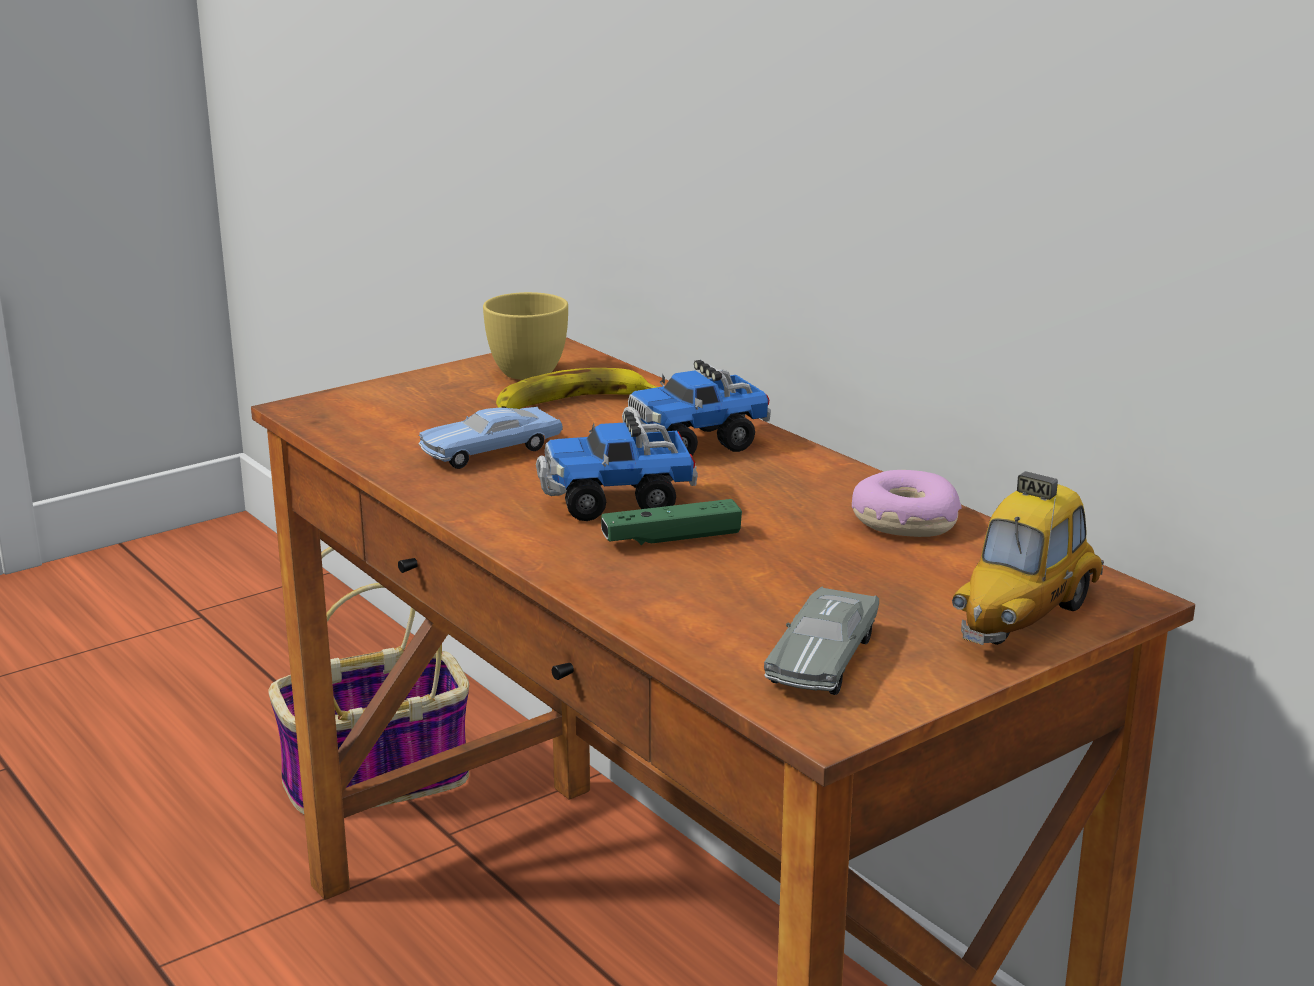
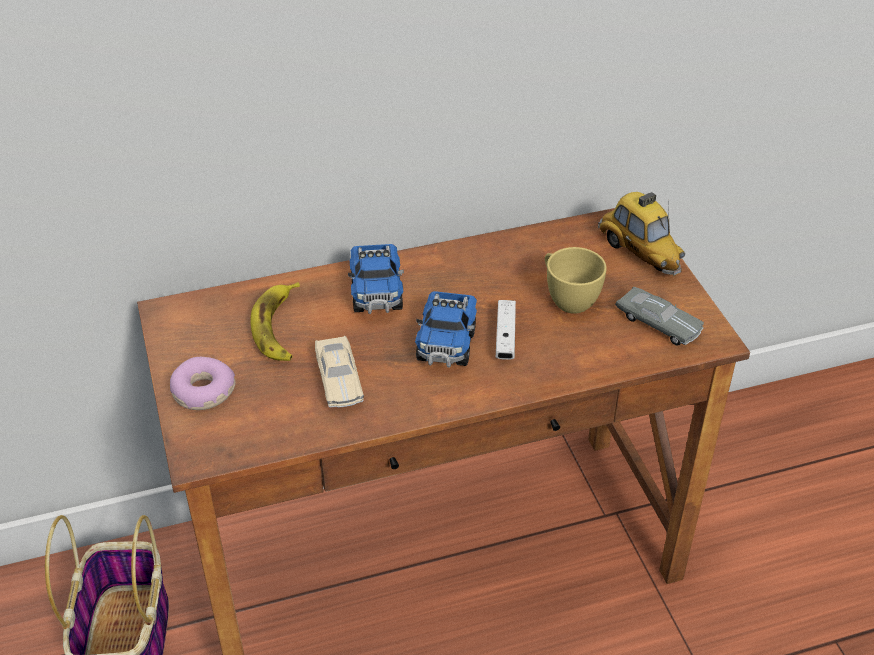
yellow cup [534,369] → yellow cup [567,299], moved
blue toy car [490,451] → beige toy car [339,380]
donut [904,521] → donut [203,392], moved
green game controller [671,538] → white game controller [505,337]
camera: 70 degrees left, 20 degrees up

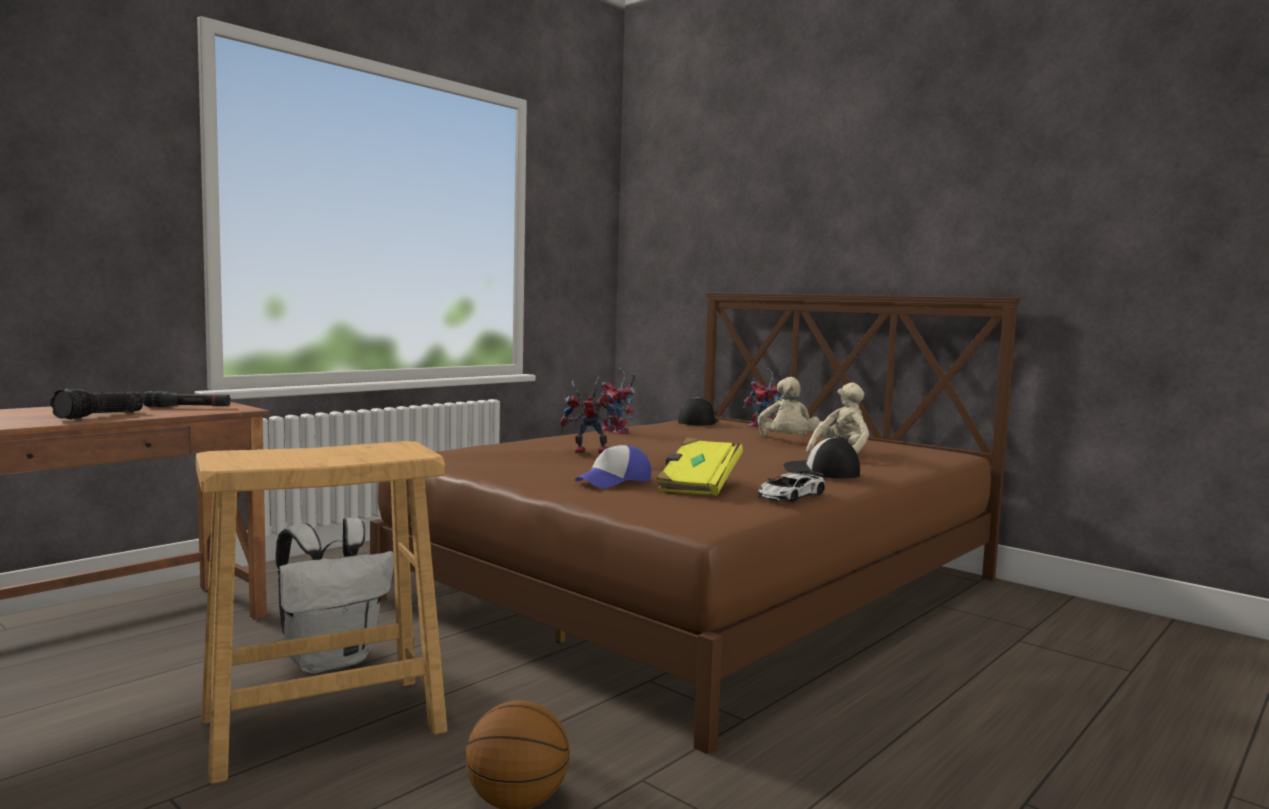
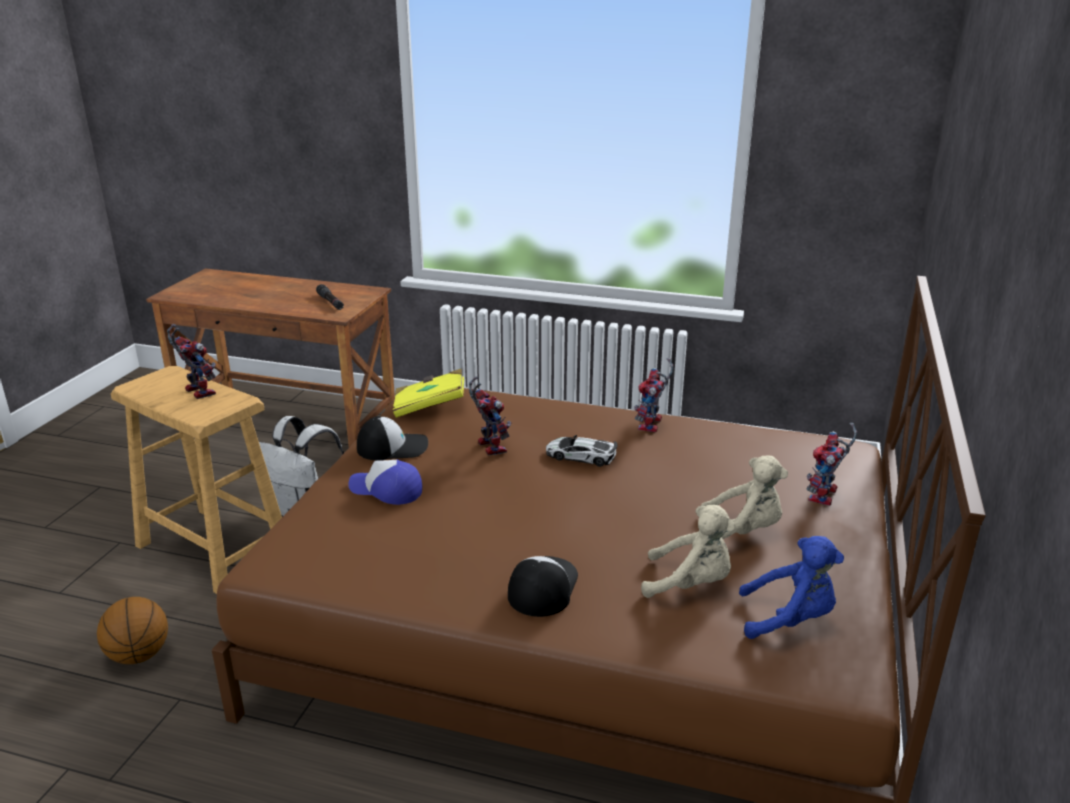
beige plush toy [787,441] → beige plush toy [743,531], 150 degrees counterclockwise
flashlight [101,416] → -
cap [697,422] → cap [393,447], moved
yellow book [698,486] → yellow book [429,407], moved
toy car [790,495] → toy car [580,456], moved
- → toy robot [196,391]
- → blue plush toy [789,619]
camera: 65 degrees right, 20 degrees up

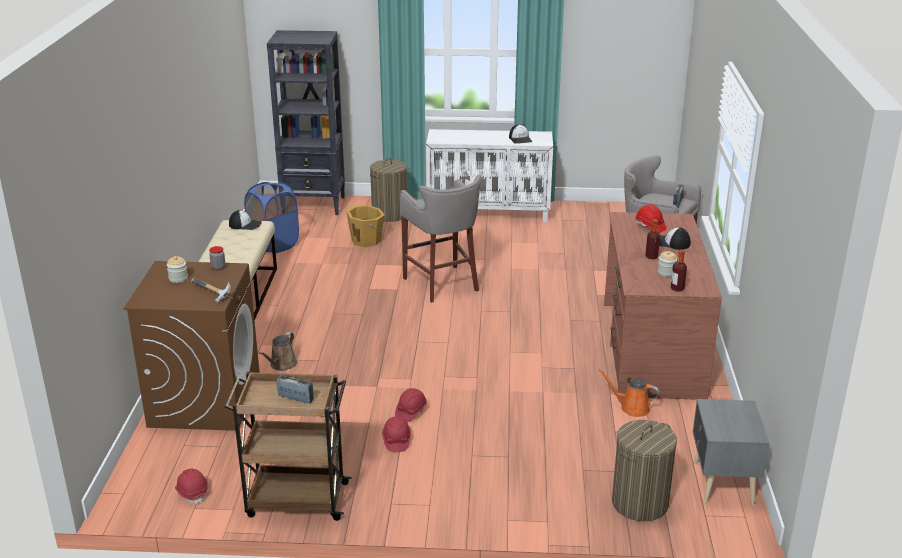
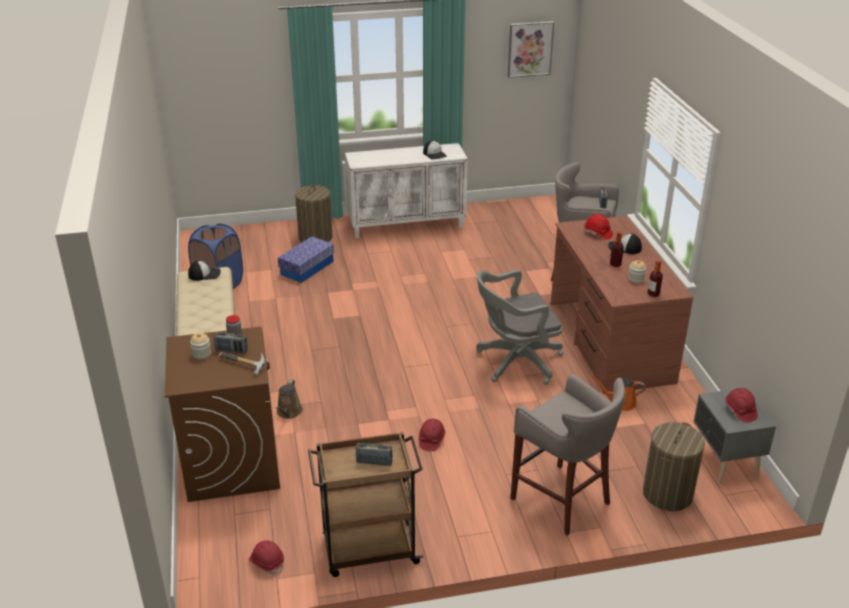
black bookcase [314,205] → -
grey stool [442,285] → grey stool [563,501], moved
orange bucket [367,240] → storage box [307,268]
red hard hat [396,441] → red hard hat [740,411], moved
- → picture [530,49]
- → grey office chair [515,362]
- → radio [231,350]
camera: 15 degrees left, 5 degrees up

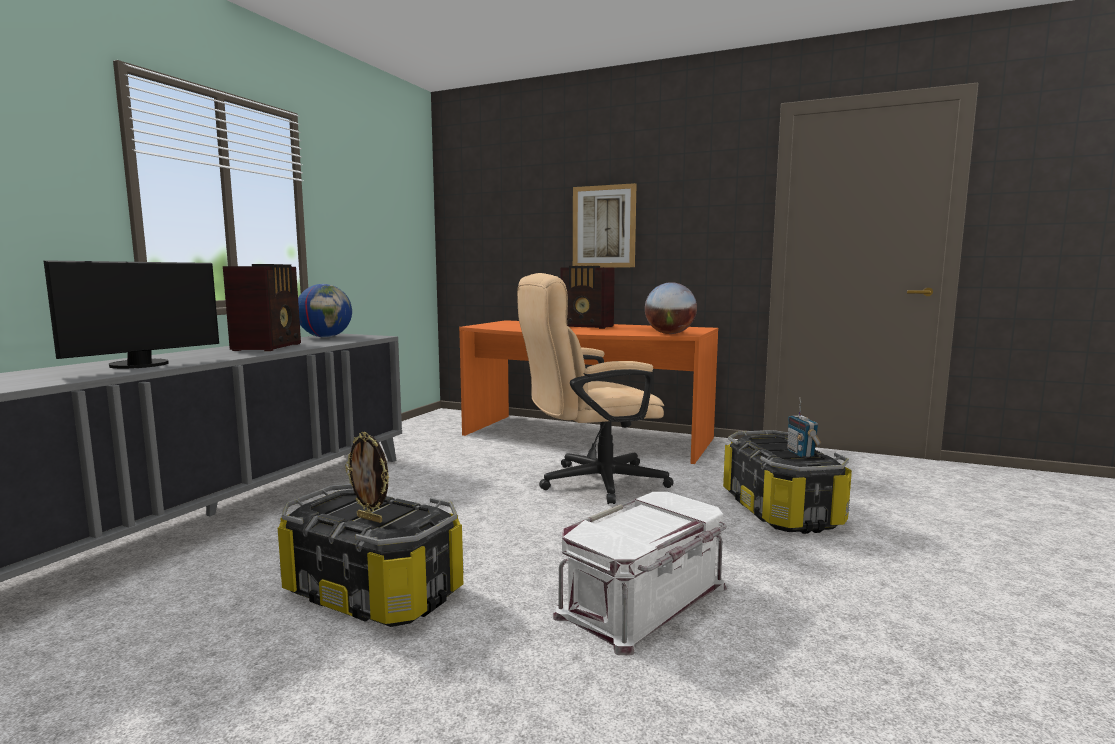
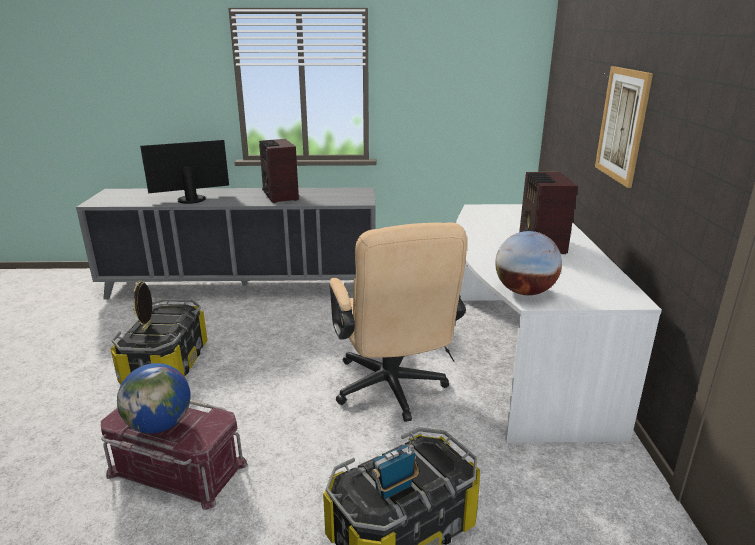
monitor [142,365] → monitor [191,199], 150 degrees clockwise
radio [269,347] → radio [280,196], 90 degrees clockwise
beige office chair [591,483] → beige office chair [392,391], 150 degrees counterclockwise
globe [326,337] → globe [160,425], moved
orange desk [584,438] → white desk [519,355]
white storage box [645,601] → red storage box [176,470]
camera: 65 degrees right, 15 degrees up

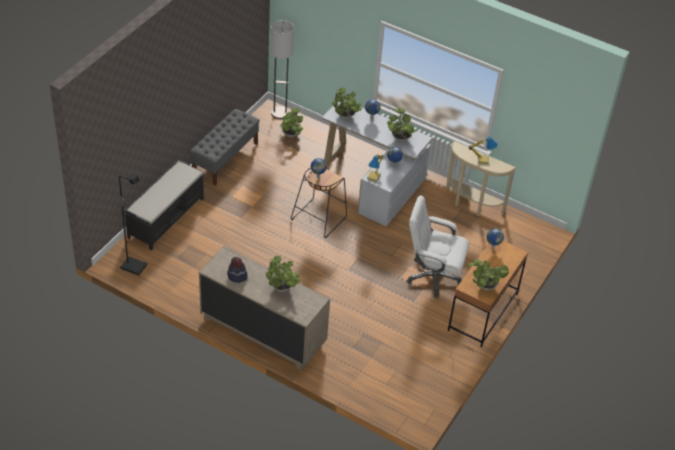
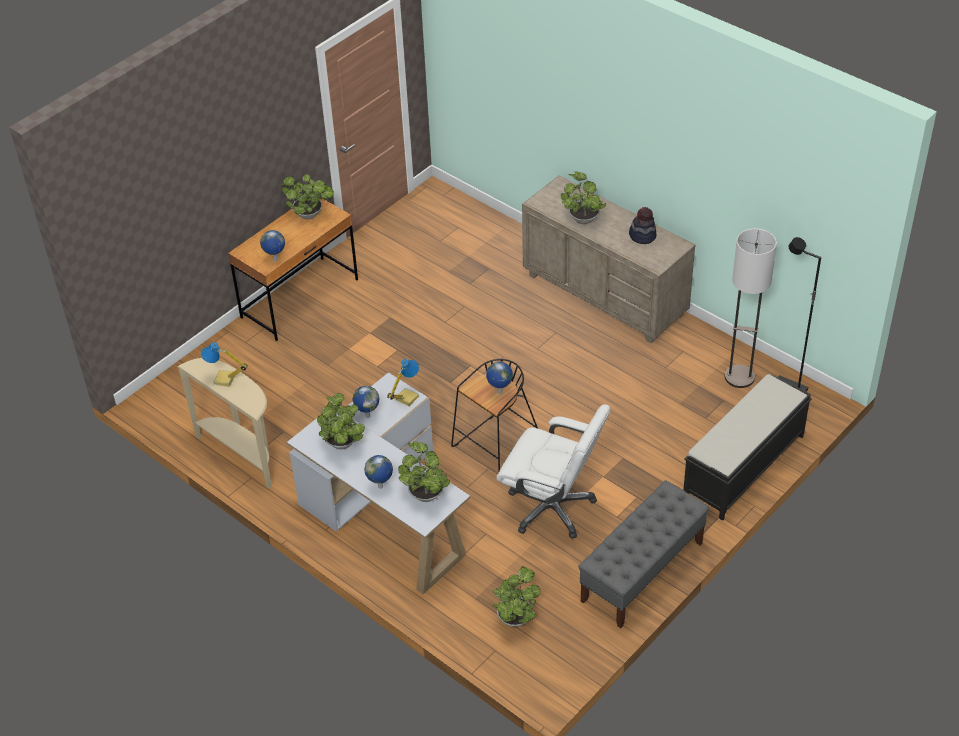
floor lamp [280,113] → floor lamp [739,377], moved
white office chair [432,276] → white office chair [552,507], moved
camera: 165 degrees left, 0 degrees up

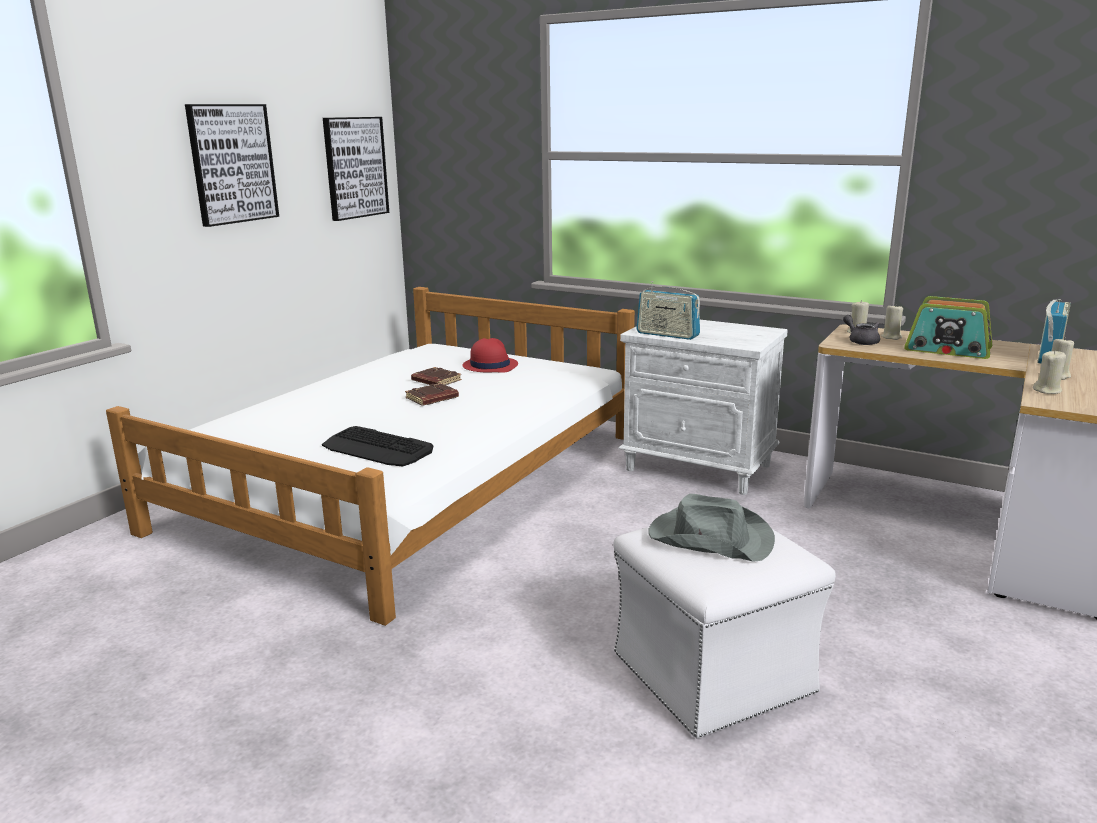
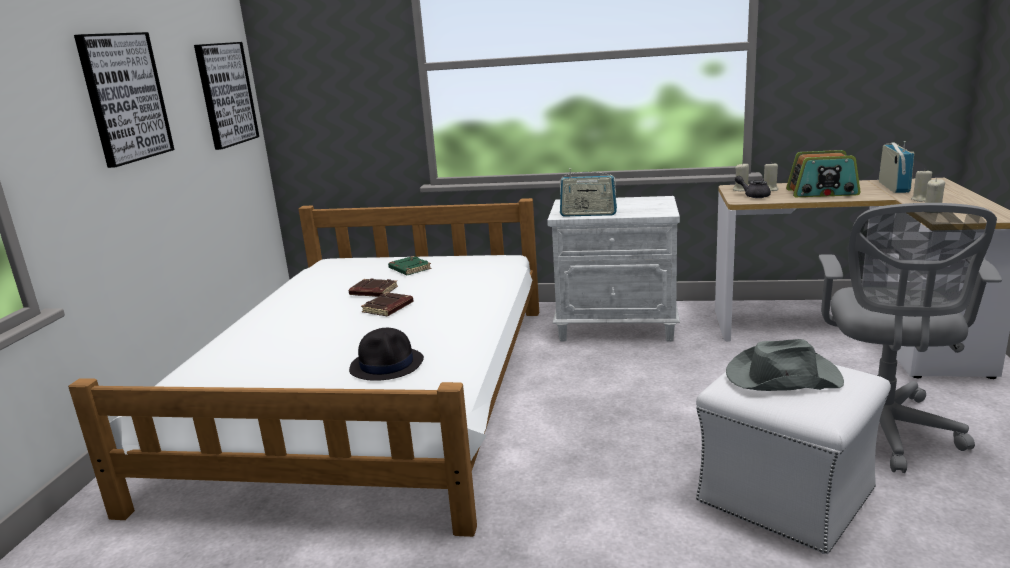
red hat [490,365] → green book [409,269]
keyboard [377,448] → black hat [387,365]
- → grey office chair [882,432]
camera: 20 degrees left, 0 degrees up

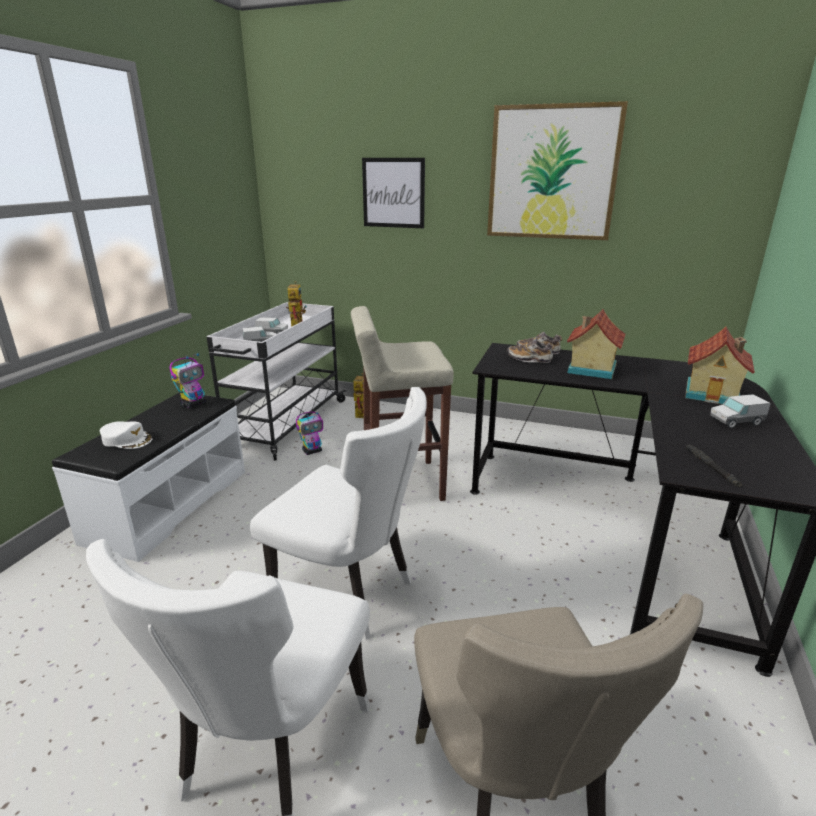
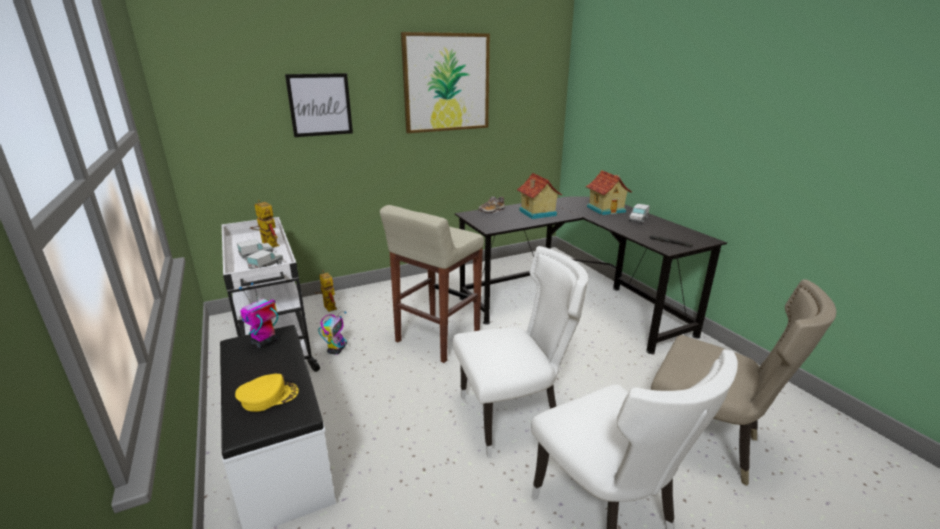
shoe [529,359] → -
toy robot [193,404] → toy robot [264,343], 135 degrees counterclockwise
white cap [127,440] → yellow cap [268,396]
camera: 45 degrees left, 0 degrees up

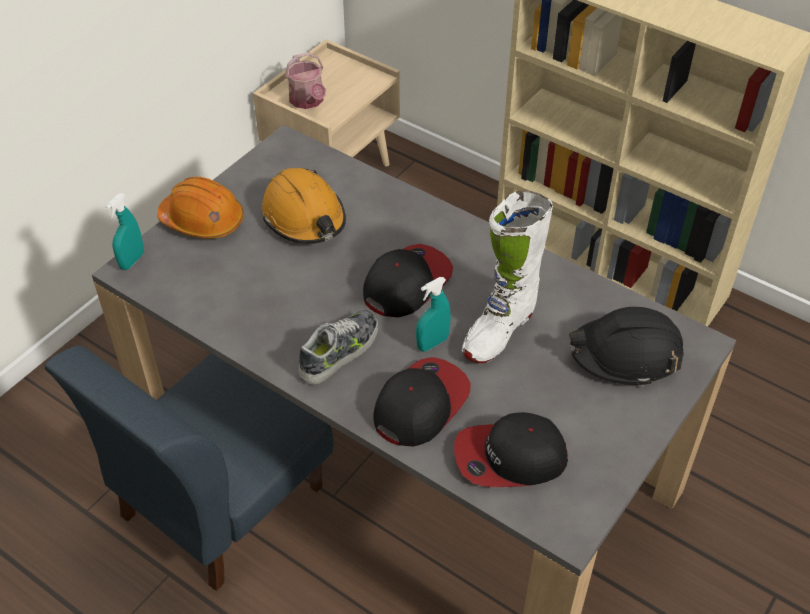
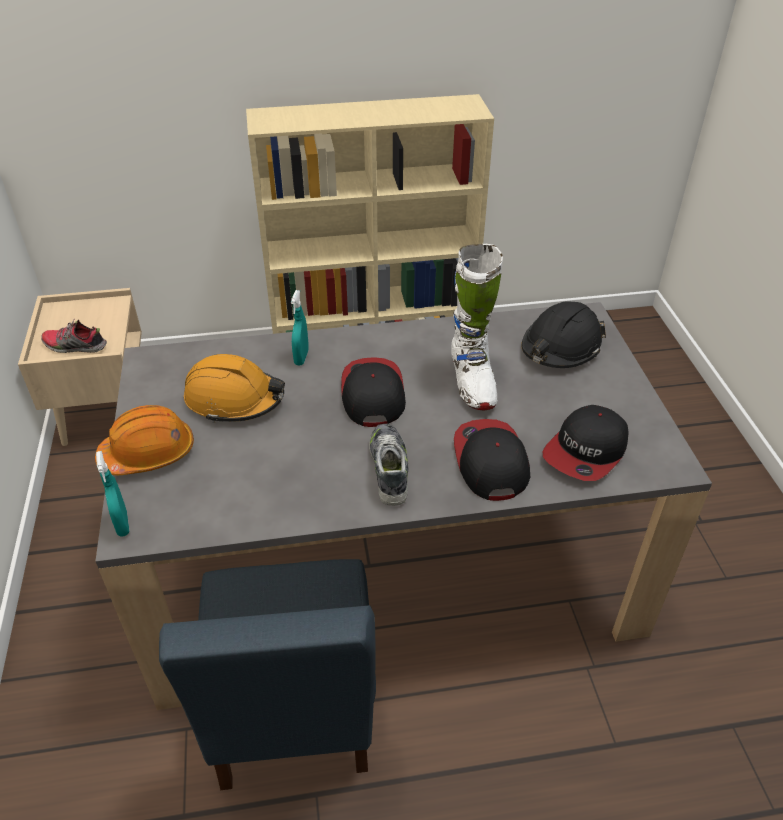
watering can [308,101] → shoe [75,346]
turquoise spray bottle [432,343] → turquoise spray bottle [301,358], moved
camera: 45 degrees left, 5 degrees down

